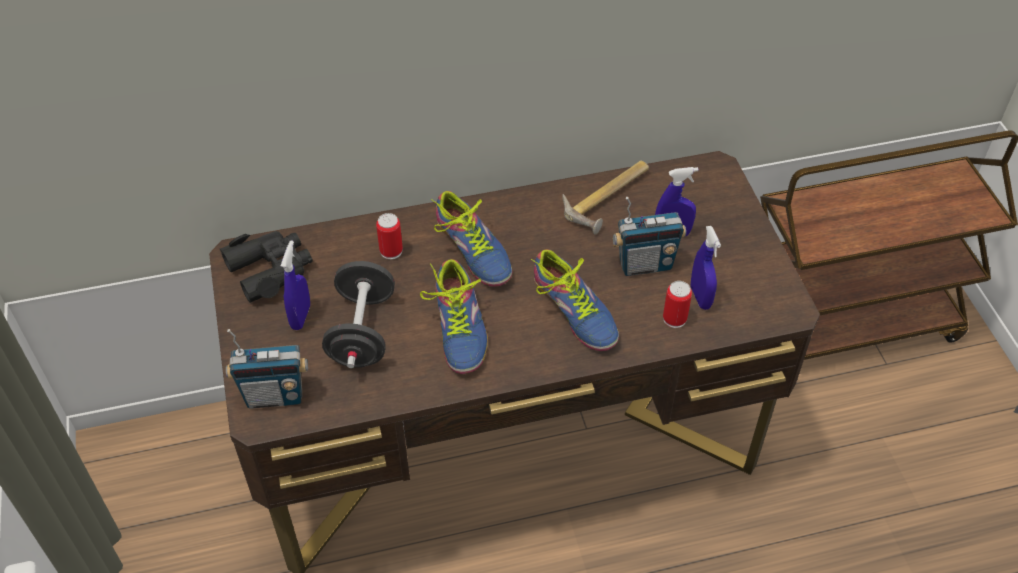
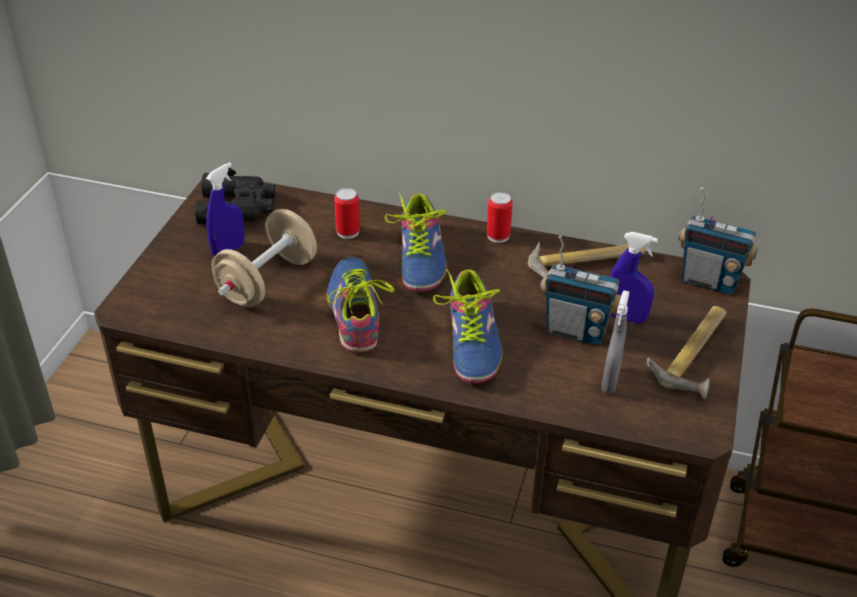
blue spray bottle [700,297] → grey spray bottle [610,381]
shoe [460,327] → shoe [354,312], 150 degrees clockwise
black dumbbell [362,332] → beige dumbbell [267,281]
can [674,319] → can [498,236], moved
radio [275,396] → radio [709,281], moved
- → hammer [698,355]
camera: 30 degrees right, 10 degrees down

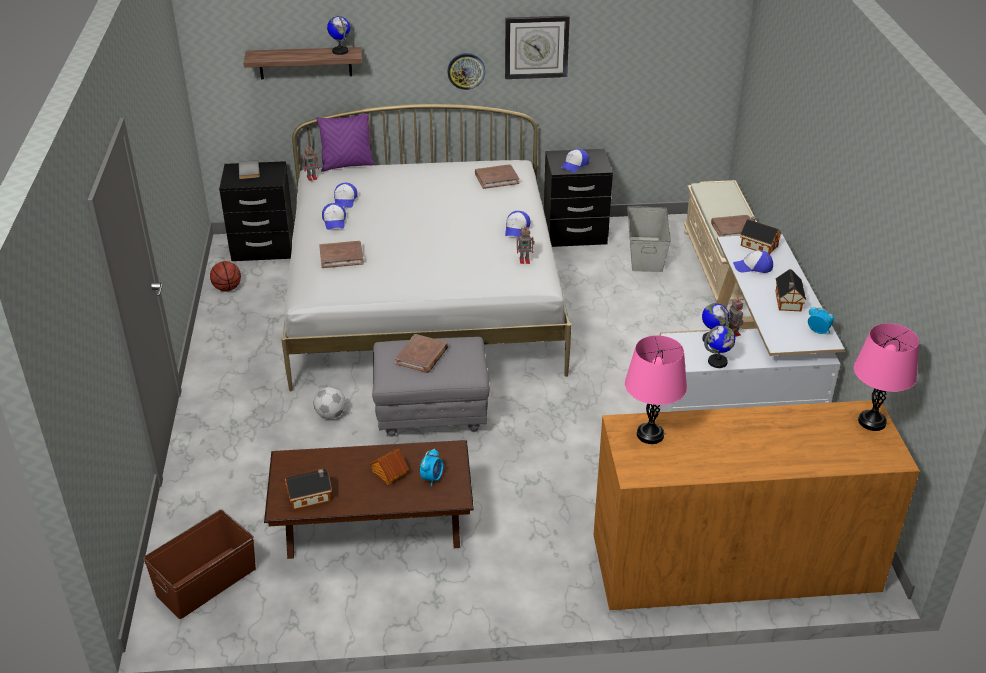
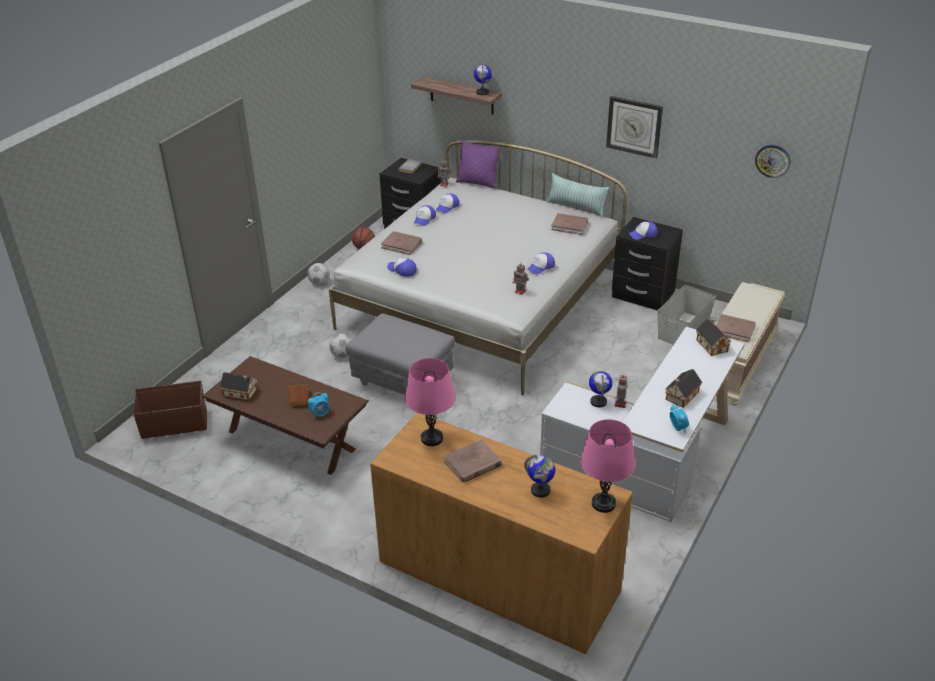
wall clock [466,71] → wall clock [772,160], moved
cap [753,267] → cap [402,270], moved
globe [717,362] → globe [540,490], moved
brown book [422,356] → brown book [472,463], moved
- → pillow [576,207]
- → football [319,283]
camera: 35 degrees right, 0 degrees up

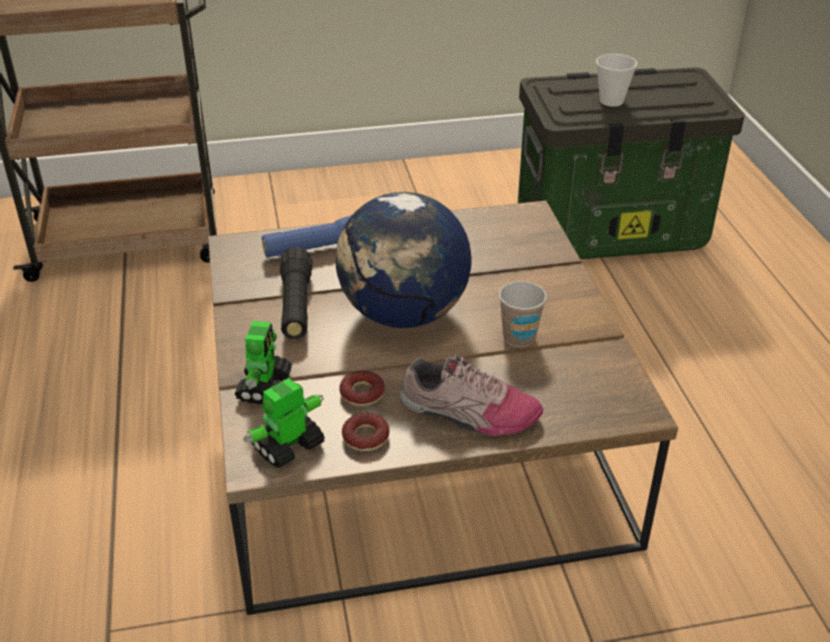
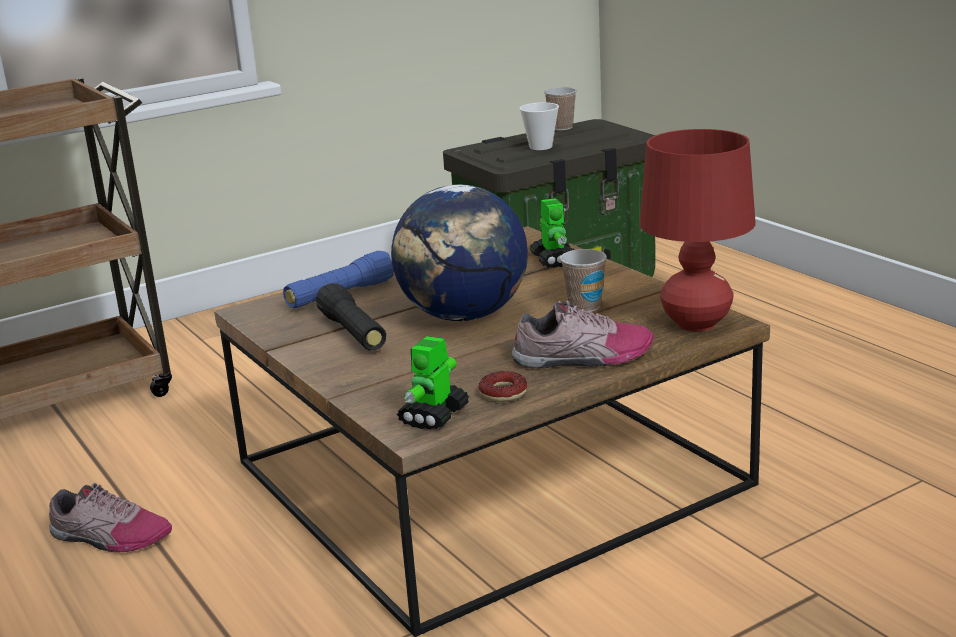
toy robot [265,386] → toy robot [554,259], moved
donut [362,393] → -
- → cup [561,127]
- → red table lamp [696,323]
- → shoe [109,538]
camera: 20 degrees left, 15 degrees down

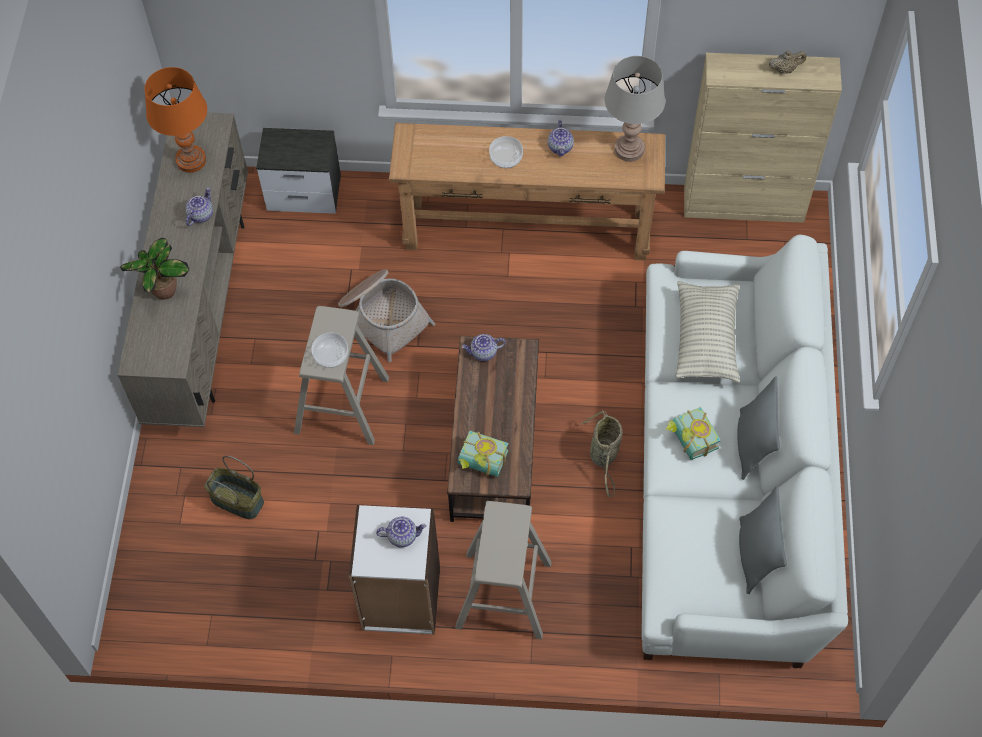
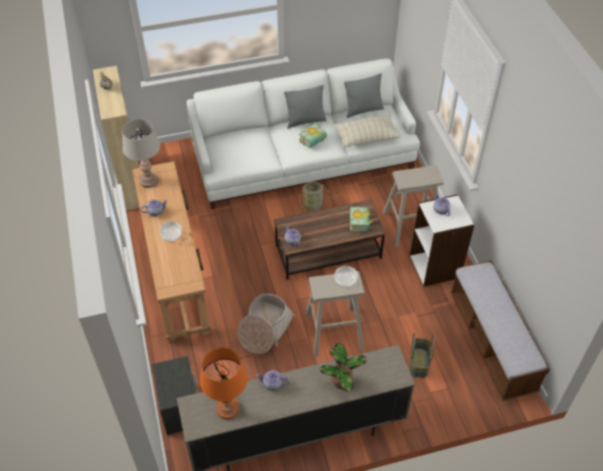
pillow [706,339] → pillow [366,137], moved
- → bench [491,342]
camera: 110 degrees left, 10 degrees down

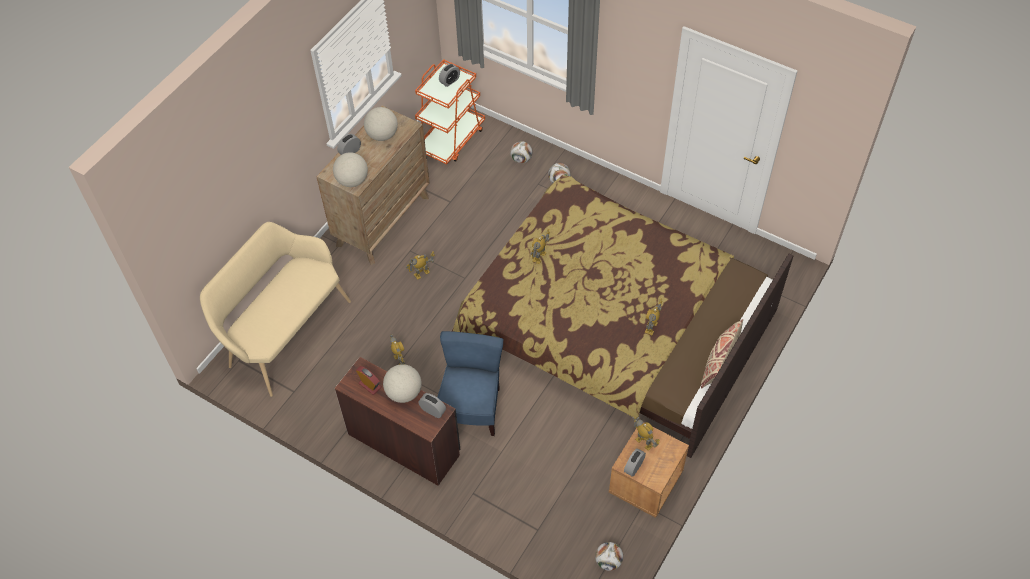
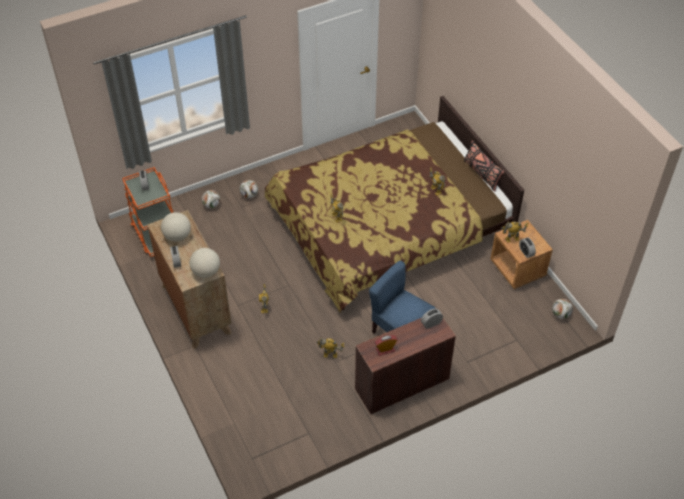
beige bench [284,333] → -
beige pillow [719,362] → black pillow [482,174]
globe [404,393] → -
camera: 60 degrees left, 5 degrees down

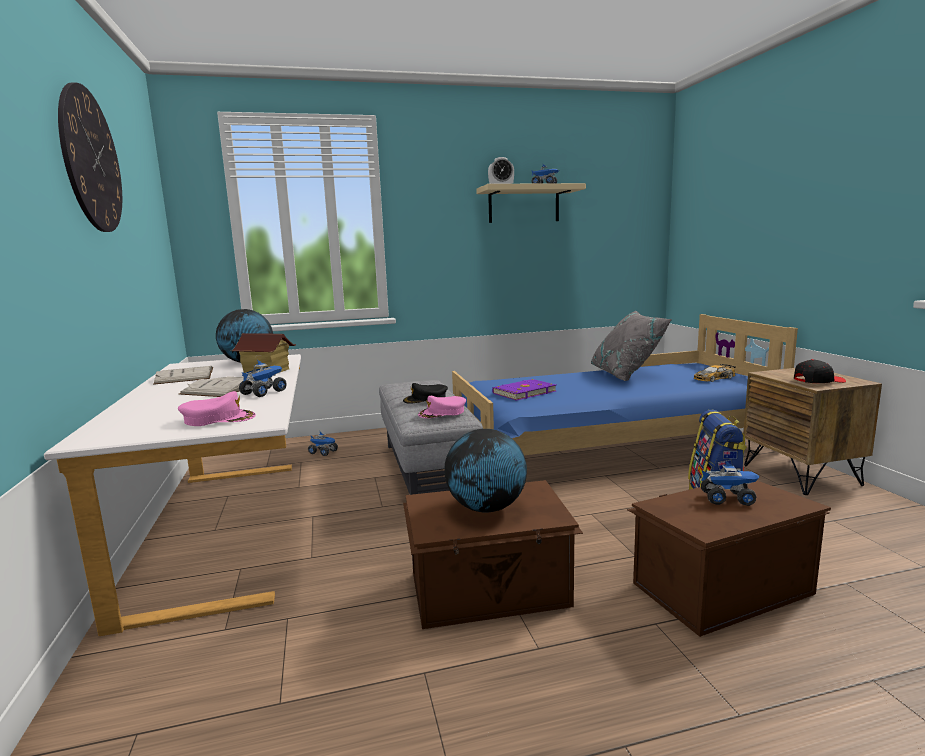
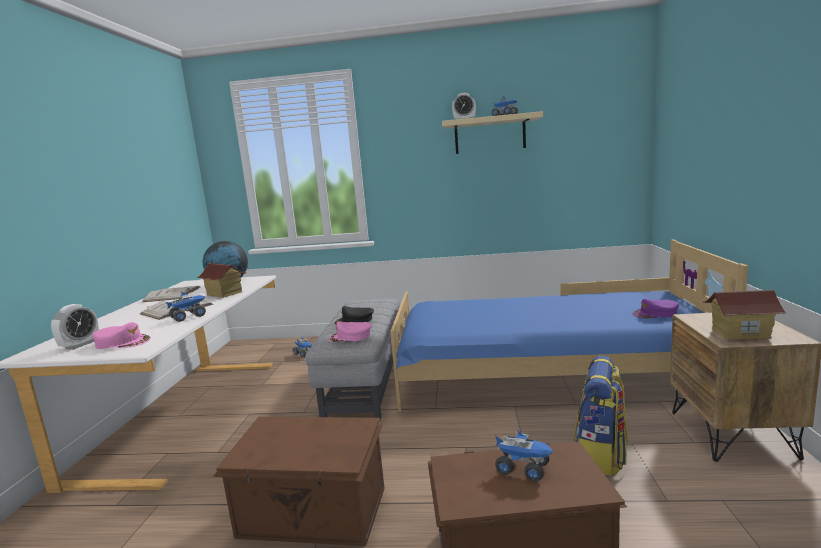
wall clock [91,160] → -
grey pillow [626,375] → -
black cap [818,381] → toy house [740,333]
toy car [713,378] → purple cap [655,314]
purple book [523,392] → -
globe [486,508] → -
- → alarm clock [80,345]
camera: 20 degrees right, 0 degrees up

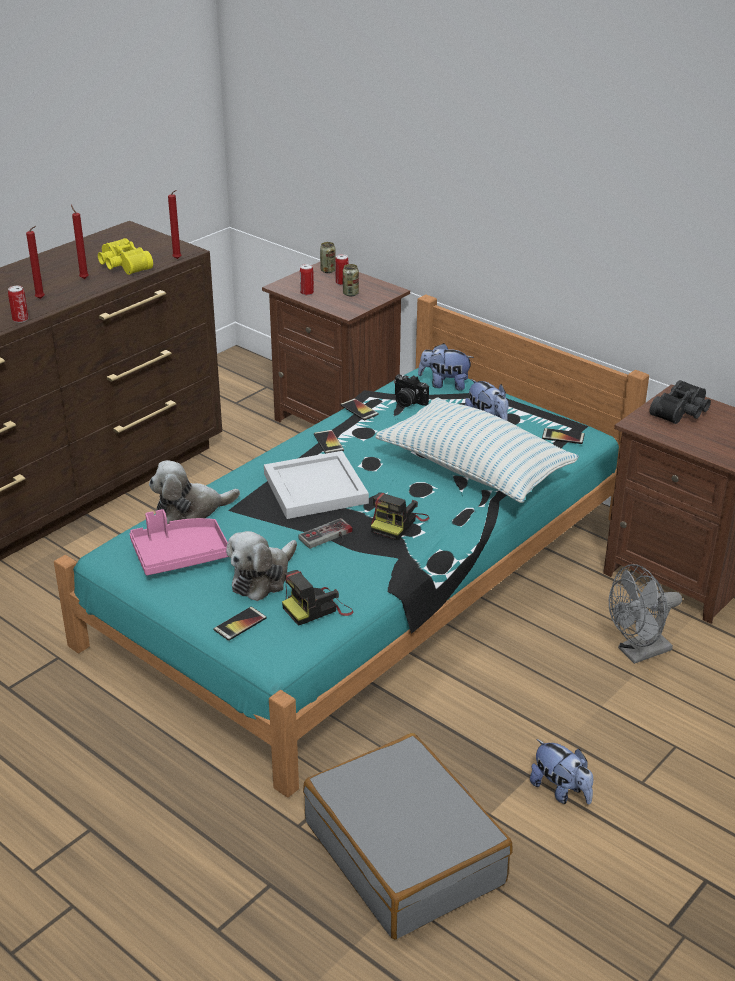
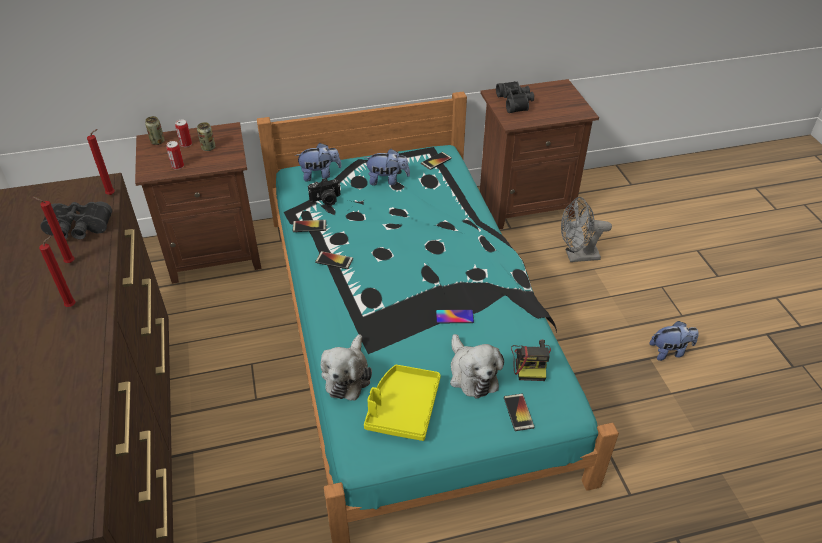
yellow binoculars [122,266] → black binoculars [78,230]
can [20,319] → -
plush toy [445,384] → plush toy [320,175], 150 degrees counterclockwise
pillow [474,469] → -
white tray [316,487] → -
photo camera [398,523] → -
pink tray [180,555] → yellow tray [403,408]
game controller [329,538] → phone [454,317]
grey fan [638,653] → grey fan [577,256], 75 degrees clockwise
grey suitcase [405,852] → -
camera: 55 degrees left, 10 degrees up

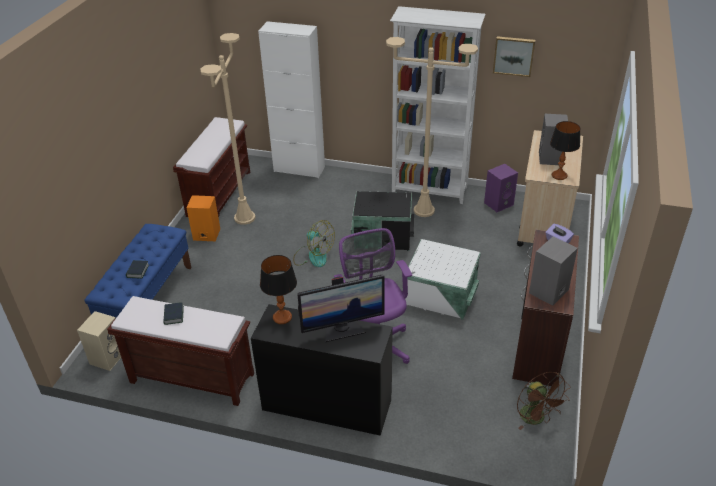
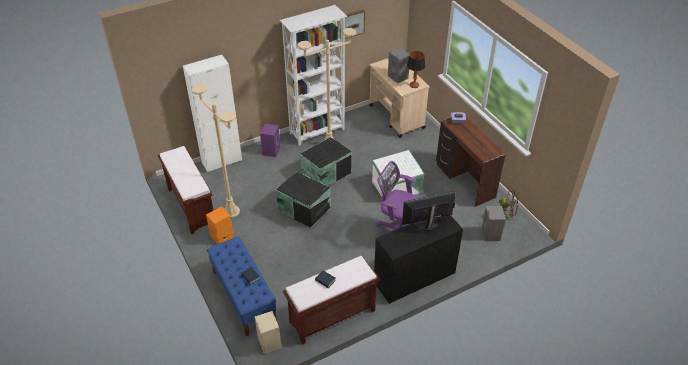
purple speaker [499,203] → purple speaker [271,150], moved
fan [313,256] → black storage box [304,208]
grey speaker [549,292] → grey speaker [491,234], moved
table lamp [282,317] → -
monitor [342,330] → monitor [427,226], 135 degrees counterclockwise
camera: 45 degrees left, 5 degrees up

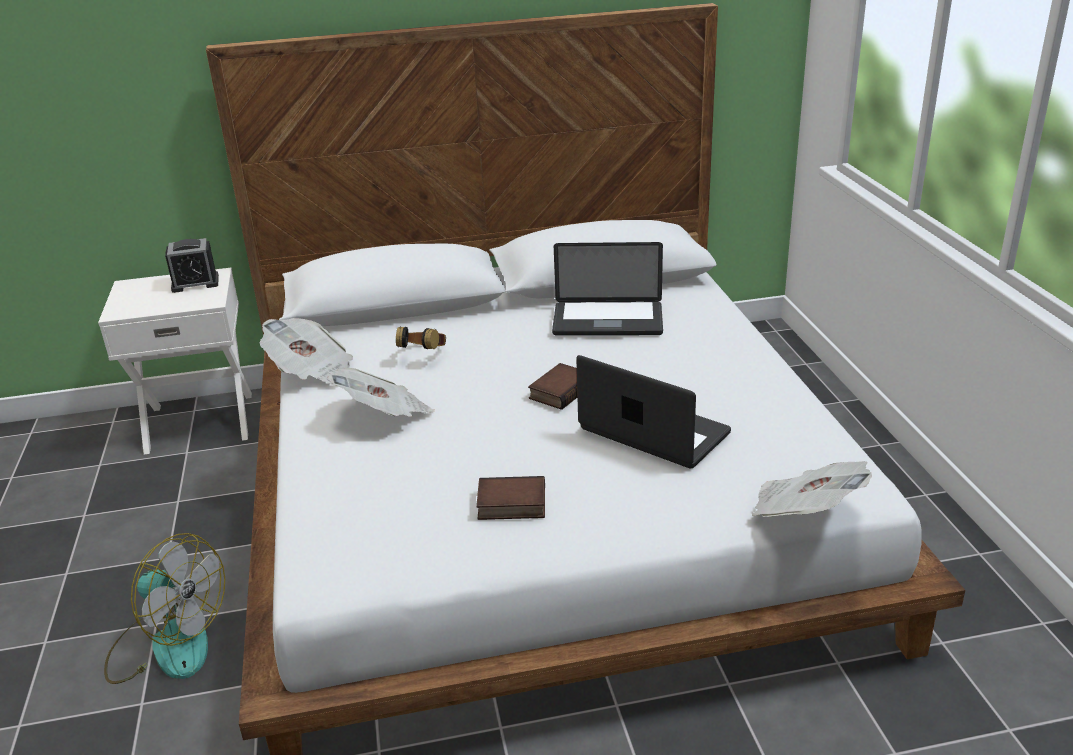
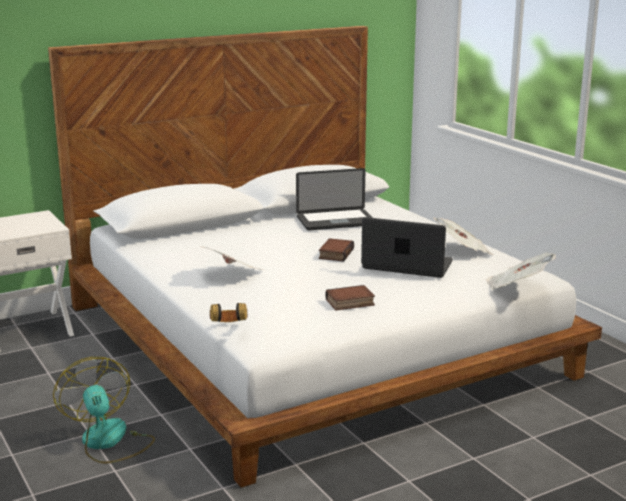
alarm clock [195,283] → -
newspaper [311,372] → newspaper [463,251], moved
headphones [424,355] → headphones [229,329], moved
fan [168,645] → fan [108,442], 120 degrees counterclockwise
camera: 20 degrees left, 10 degrees down

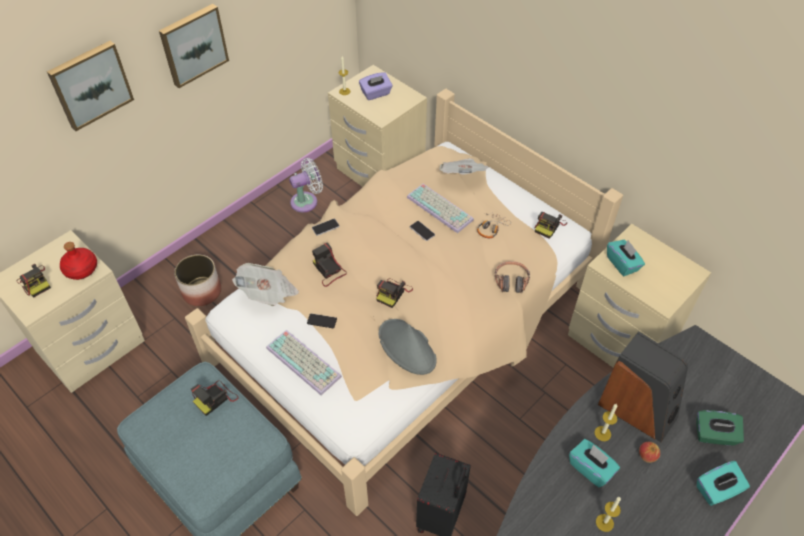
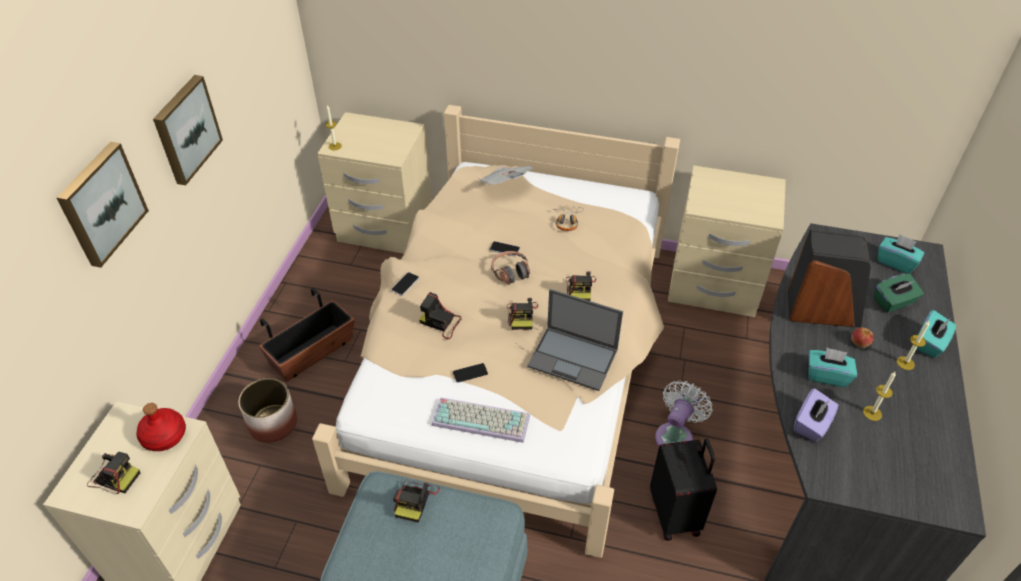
purple tissue box [376,93] → purple tissue box [811,424], moved
white fan [307,201] → white fan [676,435], moved
keyboard [441,208] → -
photo camera [549,226] → photo camera [580,288], moved
turquoise tissue box [622,264] → turquoise tissue box [896,262], moved
headphones [511,281] → headphones [510,272], moved
newspaper [268,293] → -
grey hat [407,347] → laptop [574,358]
candle [602,433] → candle [905,363], moved
- → planter [312,353]
camera: 30 degrees left, 5 degrees down

